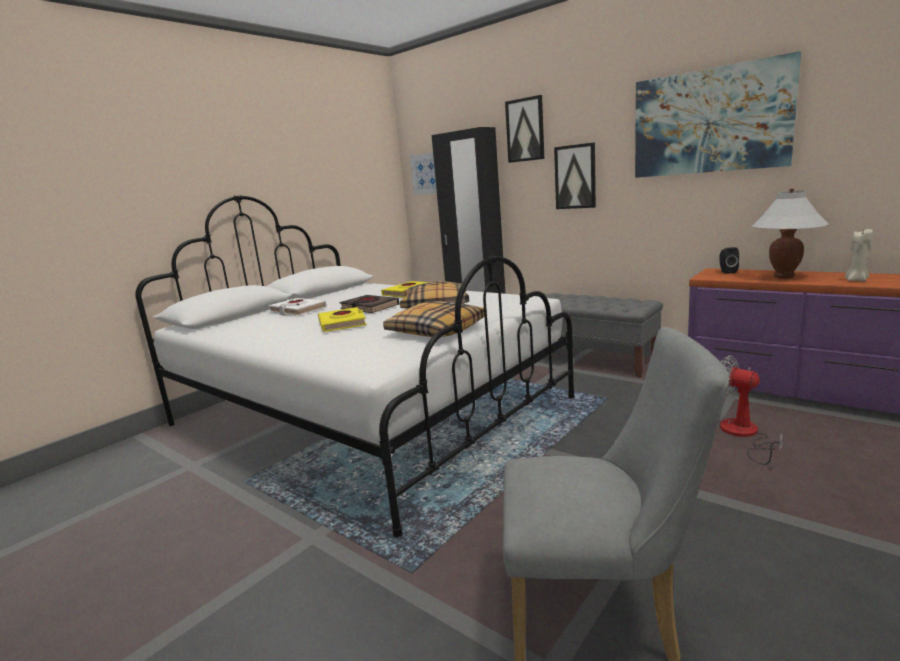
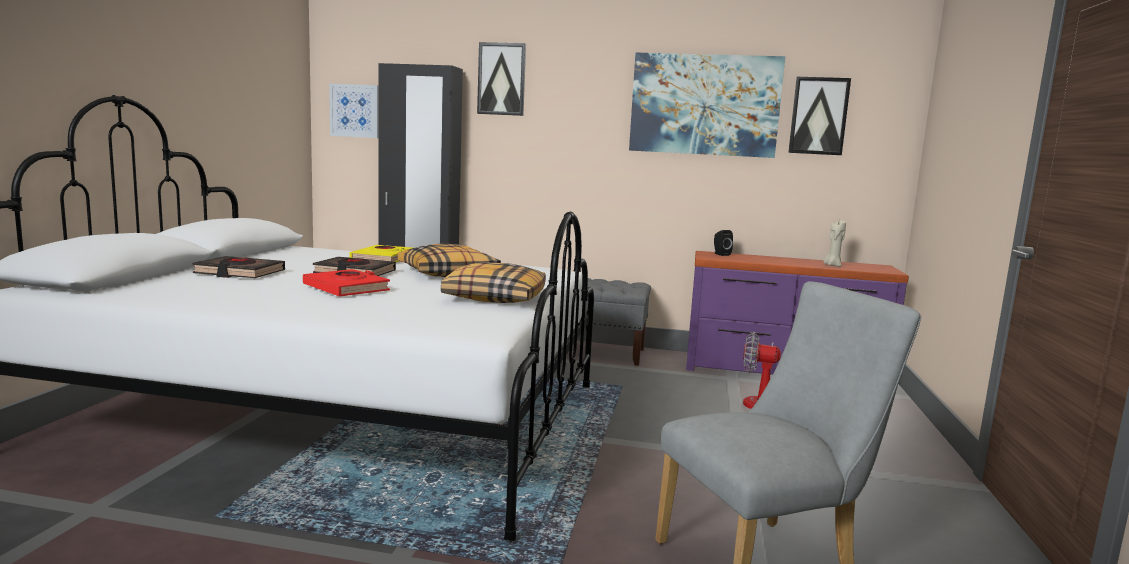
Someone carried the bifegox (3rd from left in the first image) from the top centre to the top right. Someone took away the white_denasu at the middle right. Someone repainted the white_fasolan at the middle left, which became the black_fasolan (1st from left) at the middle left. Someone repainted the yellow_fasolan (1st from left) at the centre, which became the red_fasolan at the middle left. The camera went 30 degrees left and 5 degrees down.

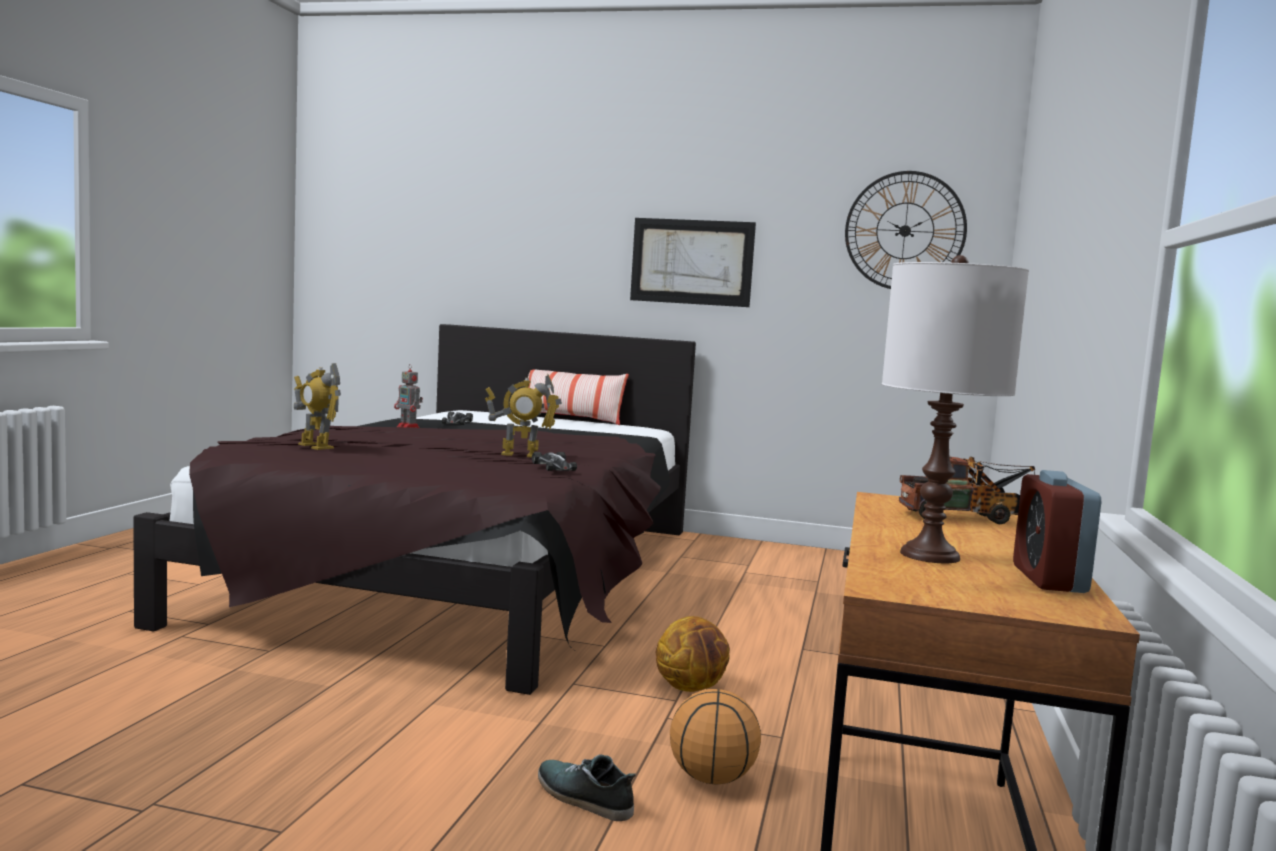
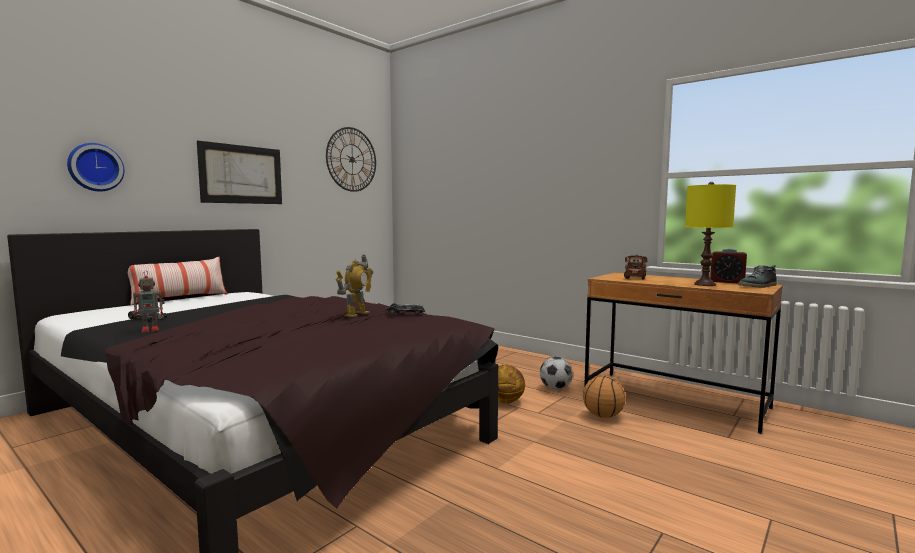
Someone repainted the white_denasu at the middle right, which became the yellow_denasu at the middle right. Someone took away the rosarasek (1st from left) at the middle left. Someone carried the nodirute from the bottom centre to the middle right. Someone put up the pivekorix (1st from left) at the top left. Someone put down the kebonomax at the bottom centre. The camera went 65 degrees left and 0 degrees up.

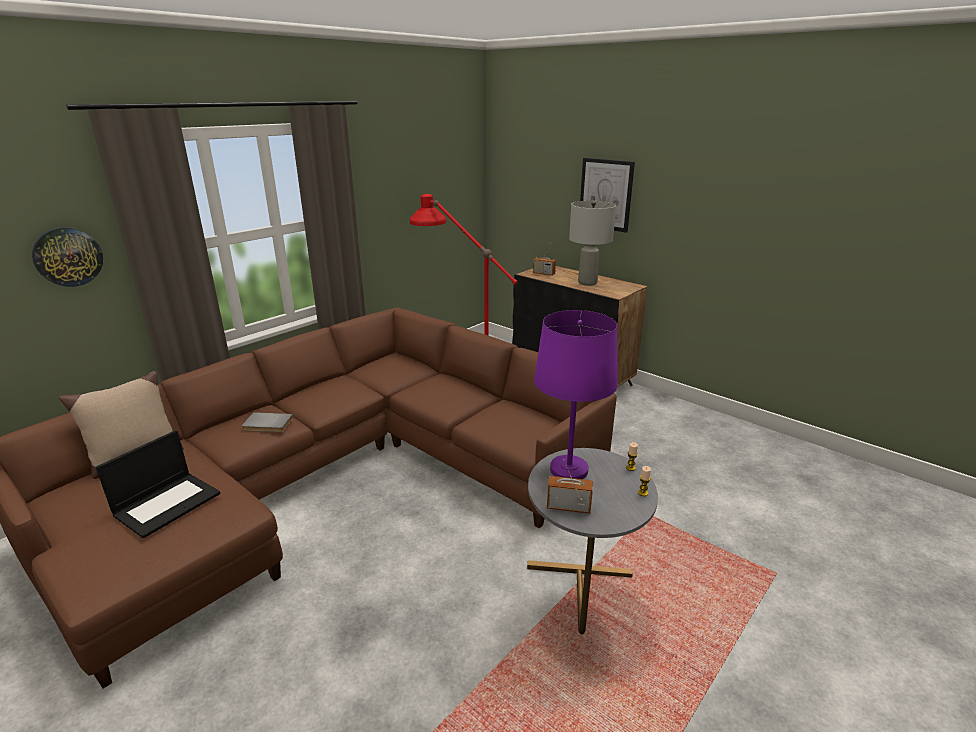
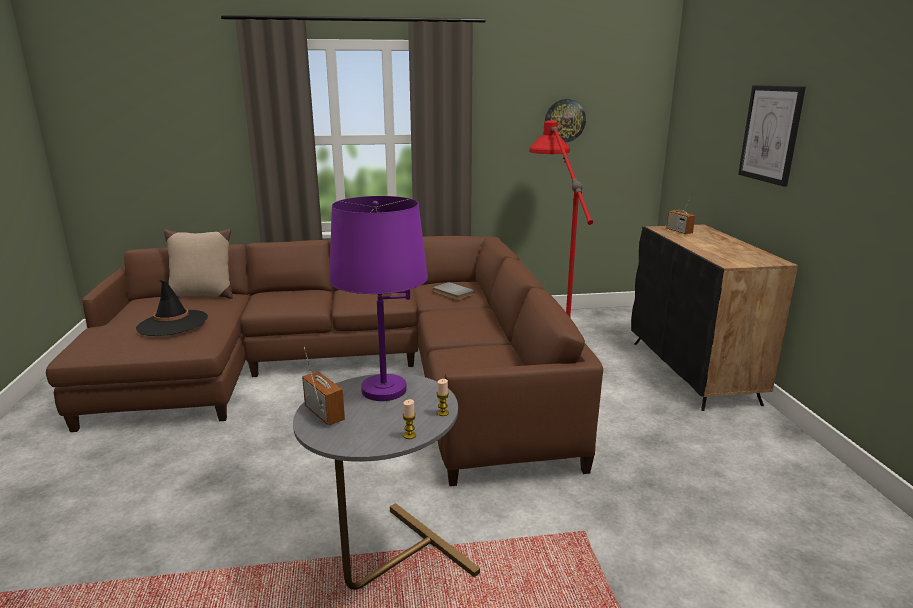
Someone took away the grey_denasu at the top centre. Someone carried the pivekorix from the middle left to the top centre. Someone carried the grey_fasolan from the middle left to the centre. Someone swapped the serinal at the middle left for the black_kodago at the middle left. The camera went 40 degrees right and 5 degrees down.

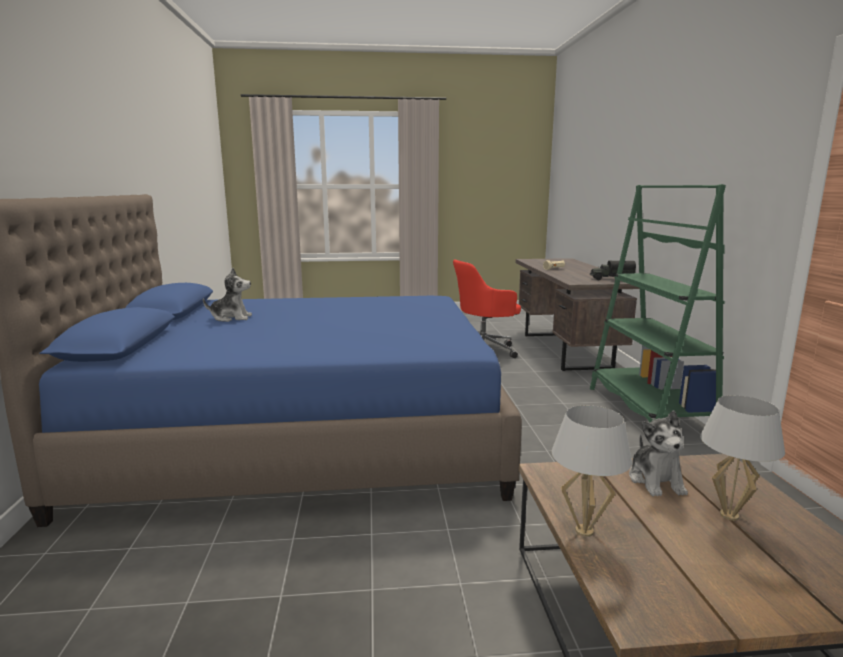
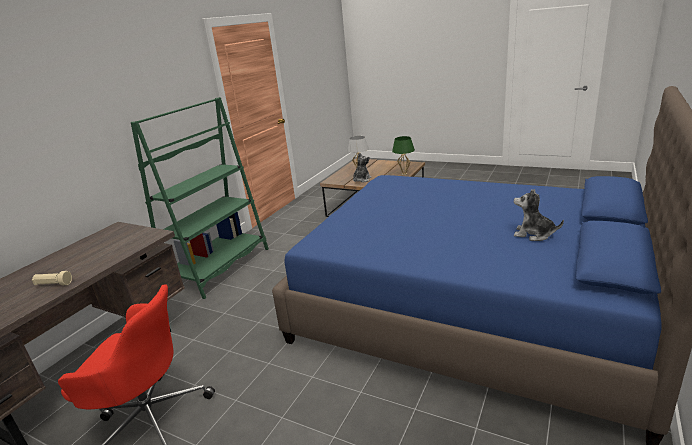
Someone took away the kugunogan at the middle right. Someone repainted the white_denasu (1st from left) at the bottom right, which became the green_denasu at the centre. The camera went 145 degrees left and 10 degrees up.

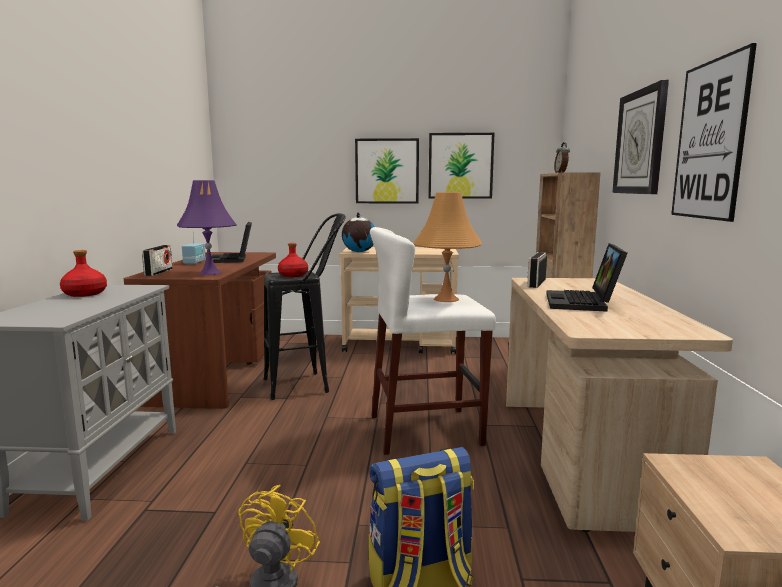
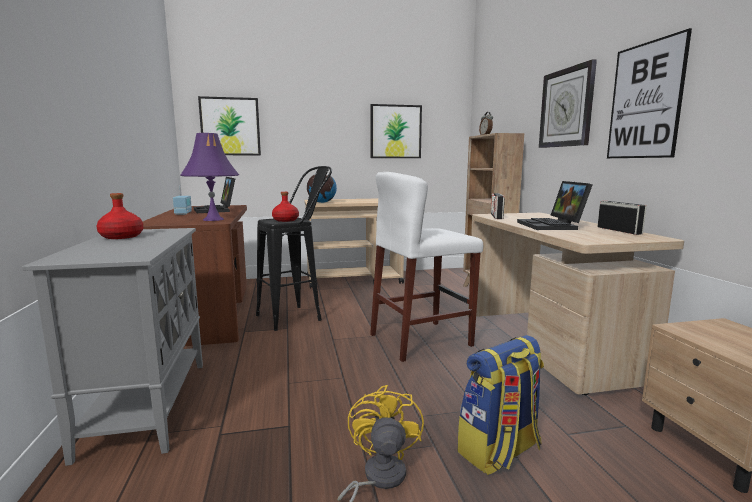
Someone carried the bifegox (1st from left) from the top centre to the top left. Someone took away the orange_denasu at the centre. Someone carried the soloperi (1st from left in the first image) from the middle left to the middle right. The camera went 15 degrees left and 0 degrees up.

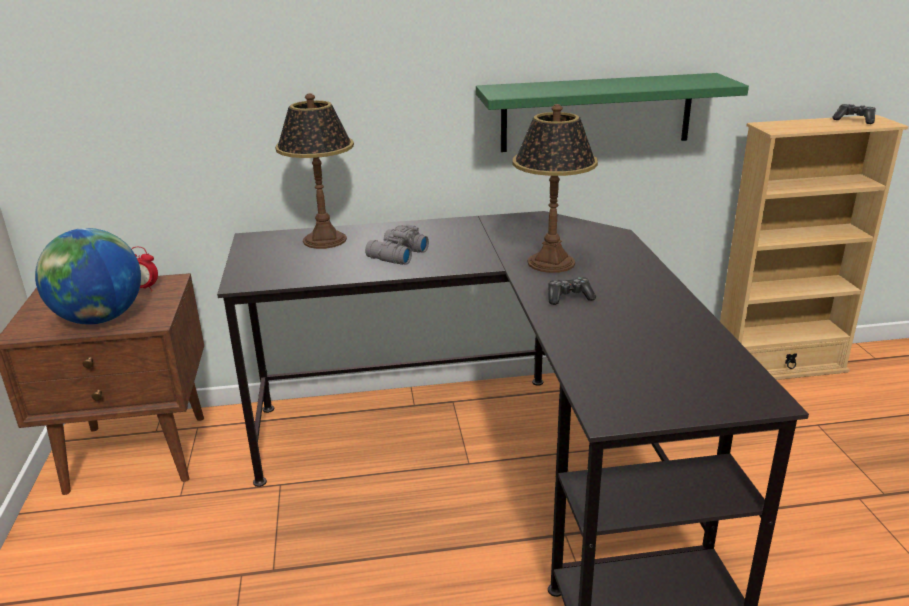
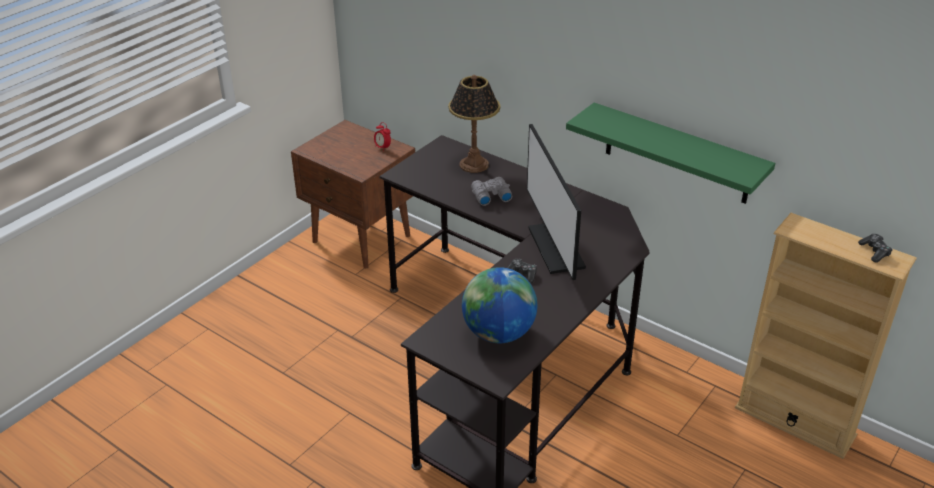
Someone swapped the denasu (2nd from left) at the top centre for the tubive at the centre. Someone carried the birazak from the middle left to the centre. The camera went 45 degrees right and 10 degrees up.

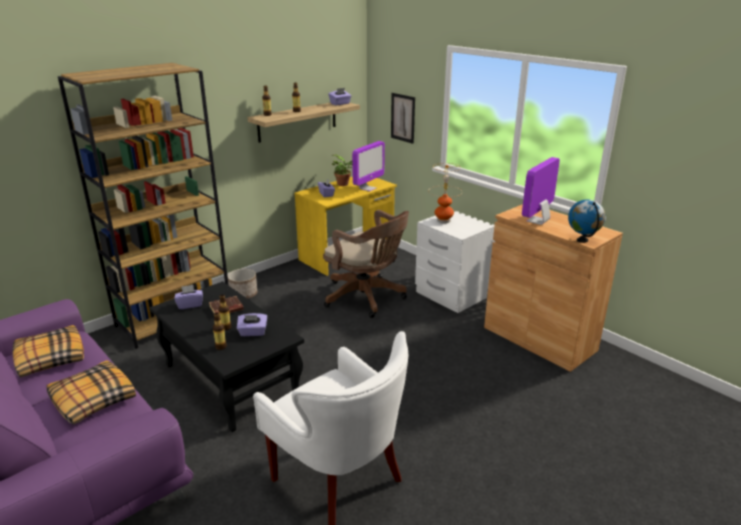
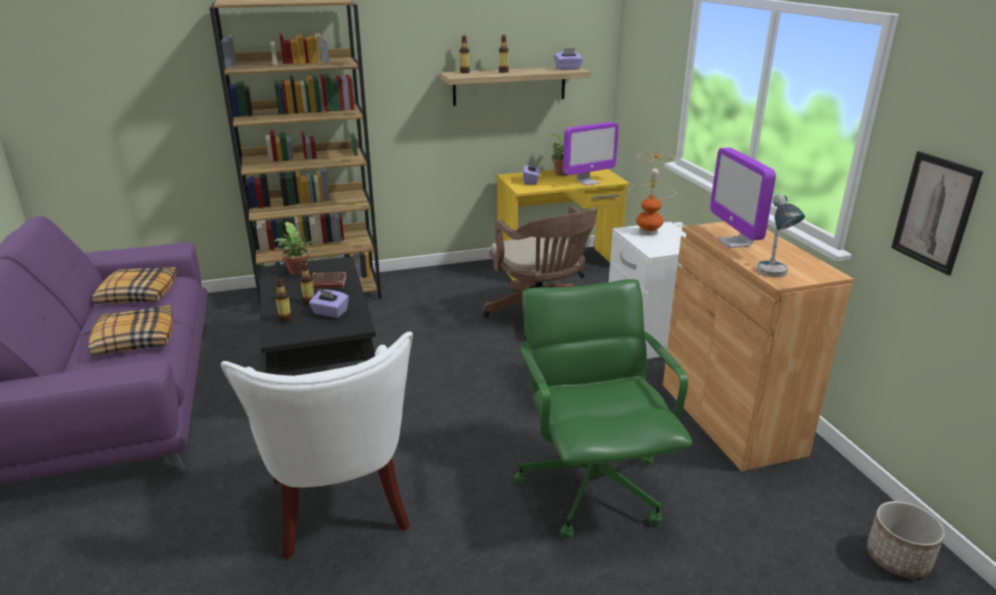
Someone carried the bifegox from the top centre to the middle right. Someone rotated the tubive (2nd from left) at the middle right by 75 degrees counterclockwise. Someone swapped the birazak at the middle right for the denasu (2nd from left) at the middle right. Someone carried the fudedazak from the middle left to the bottom right. Someone swapped the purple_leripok (1st from left) at the middle left for the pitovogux (1st from left) at the middle left. Someone put down the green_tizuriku at the bottom centre. The camera went 25 degrees right and 0 degrees up.

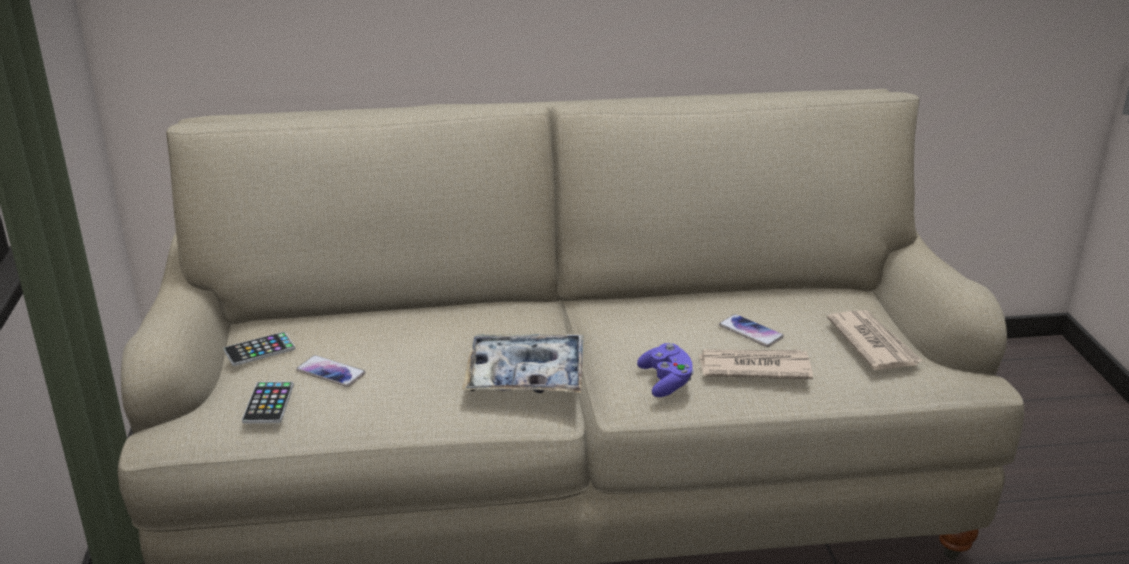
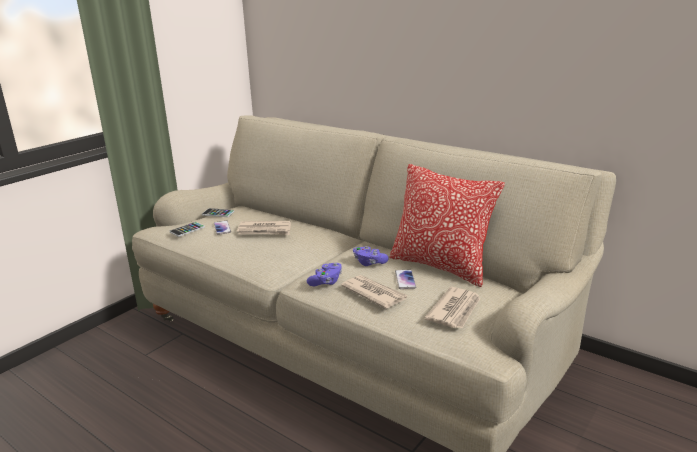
Someone took away the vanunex at the centre. Someone put down the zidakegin at the centre. Someone put down the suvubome (1st from left) at the centre. Someone put down the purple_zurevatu (2nd from left) at the centre. The camera went 45 degrees right and 5 degrees down.

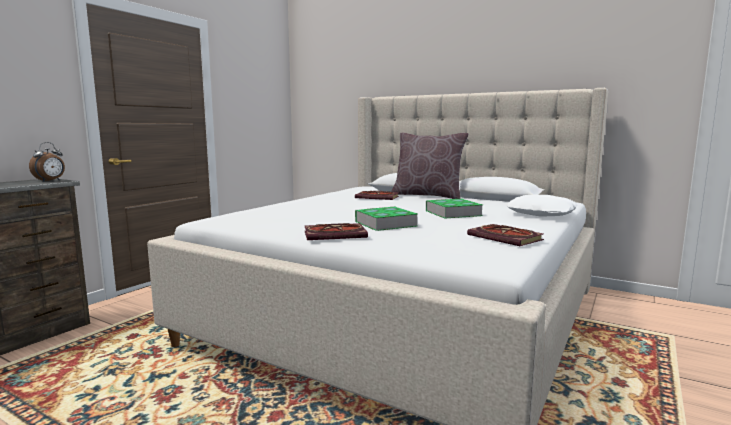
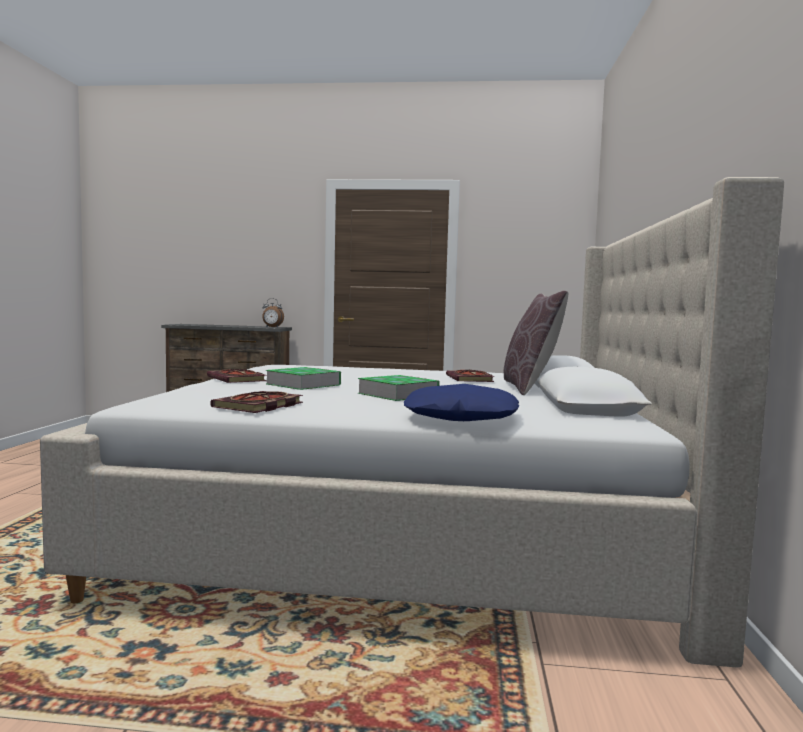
Someone repainted the white_zidakegin at the middle right, which became the blue_zidakegin at the centre. The camera went 65 degrees right and 5 degrees down.

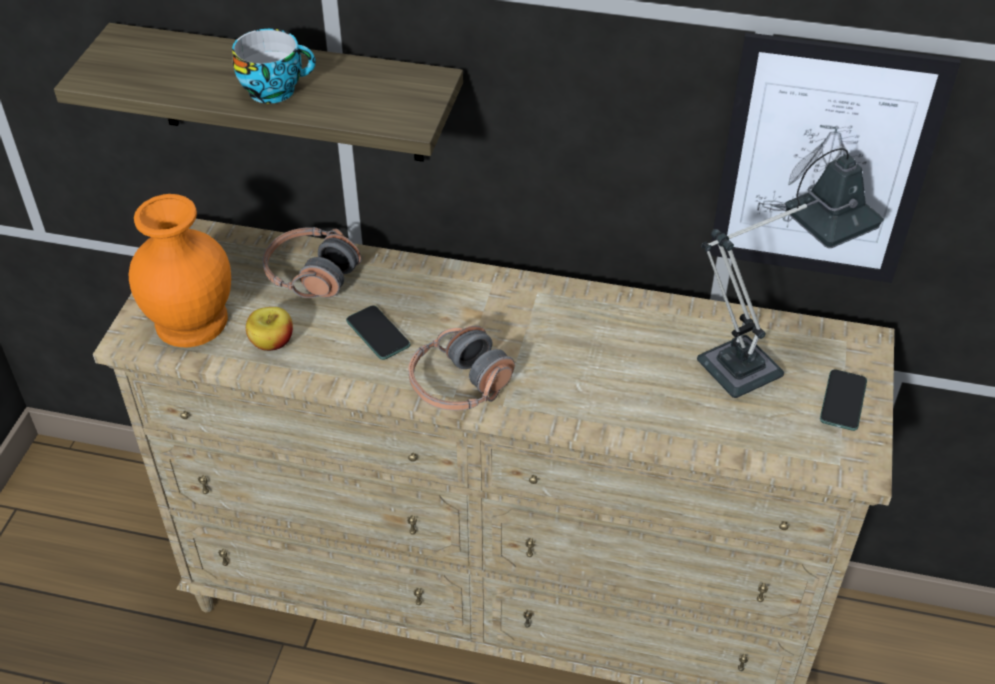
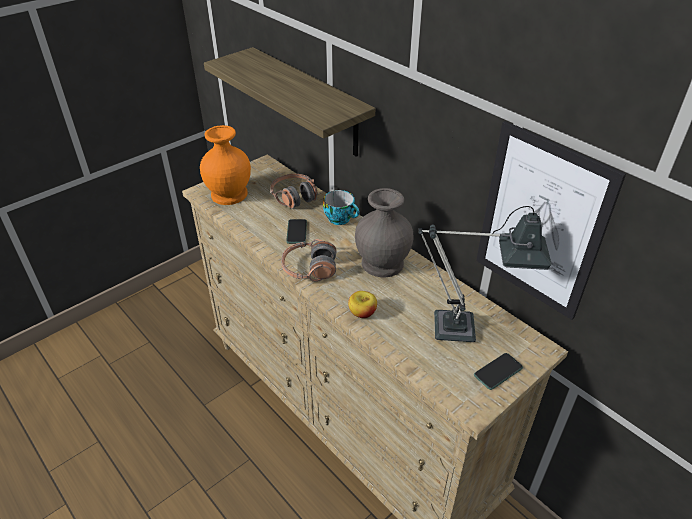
Someone carried the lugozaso from the top left to the centre. Someone carried the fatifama from the middle left to the centre. Someone put down the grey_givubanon at the centre. The camera went 35 degrees right and 5 degrees down.

